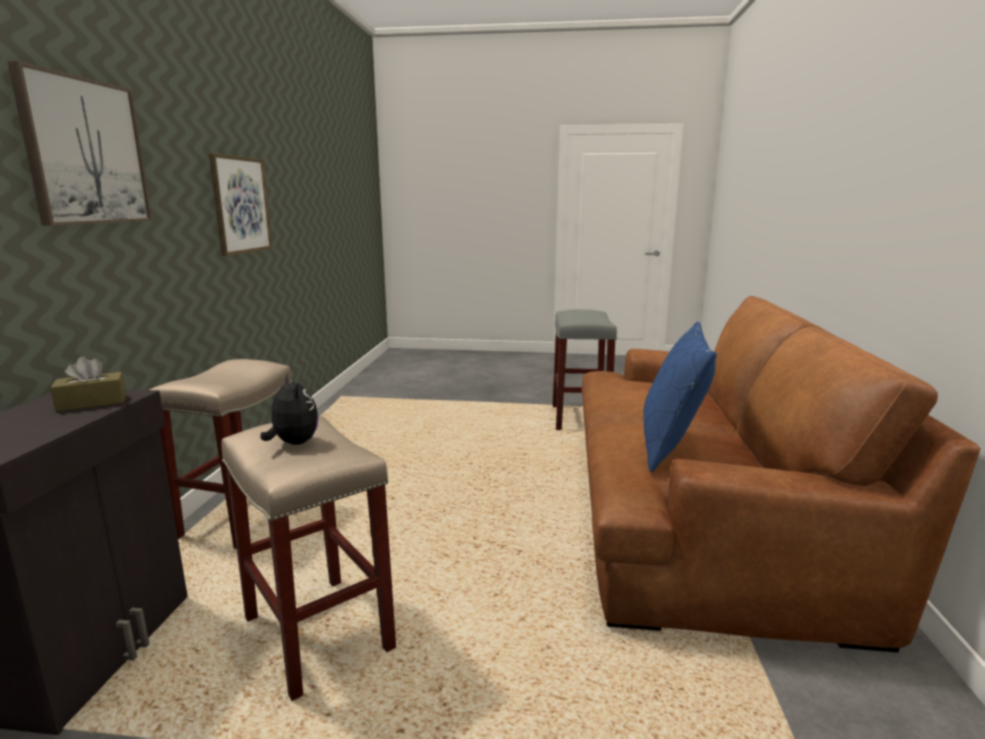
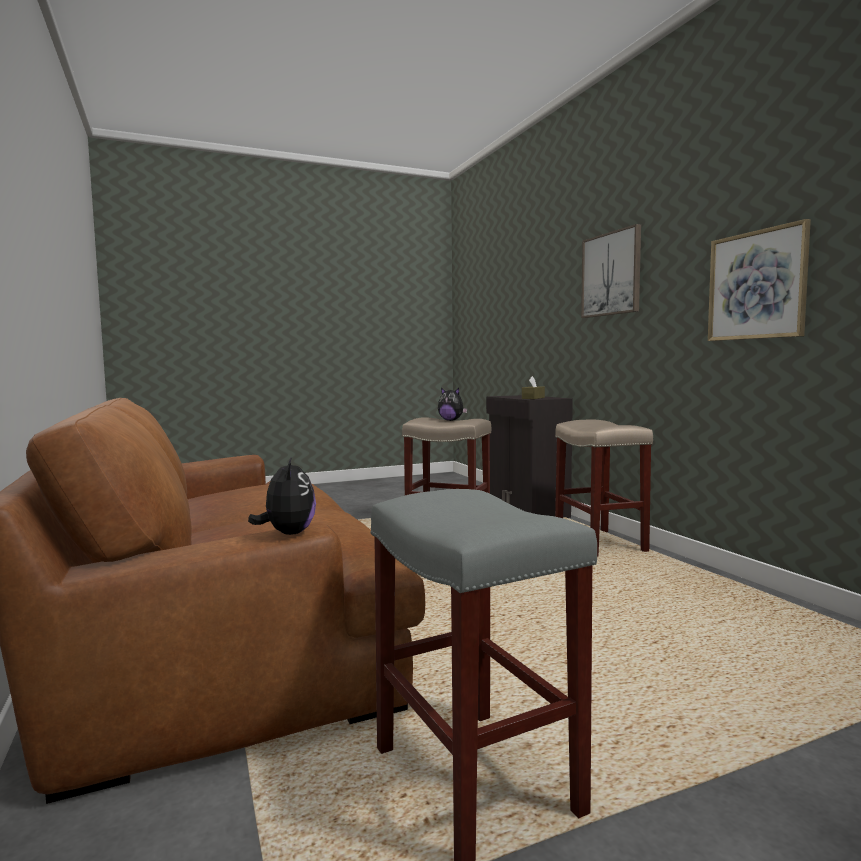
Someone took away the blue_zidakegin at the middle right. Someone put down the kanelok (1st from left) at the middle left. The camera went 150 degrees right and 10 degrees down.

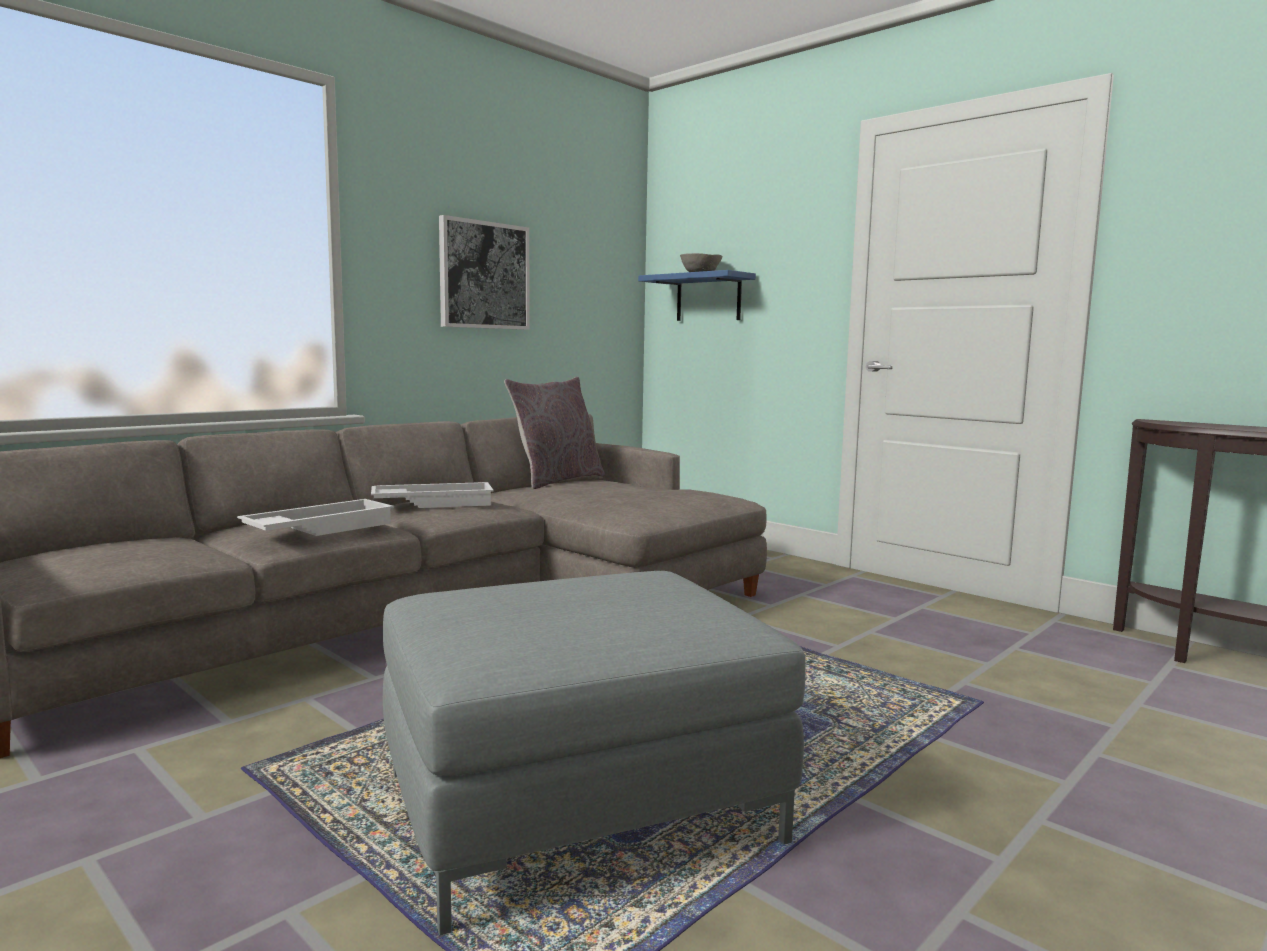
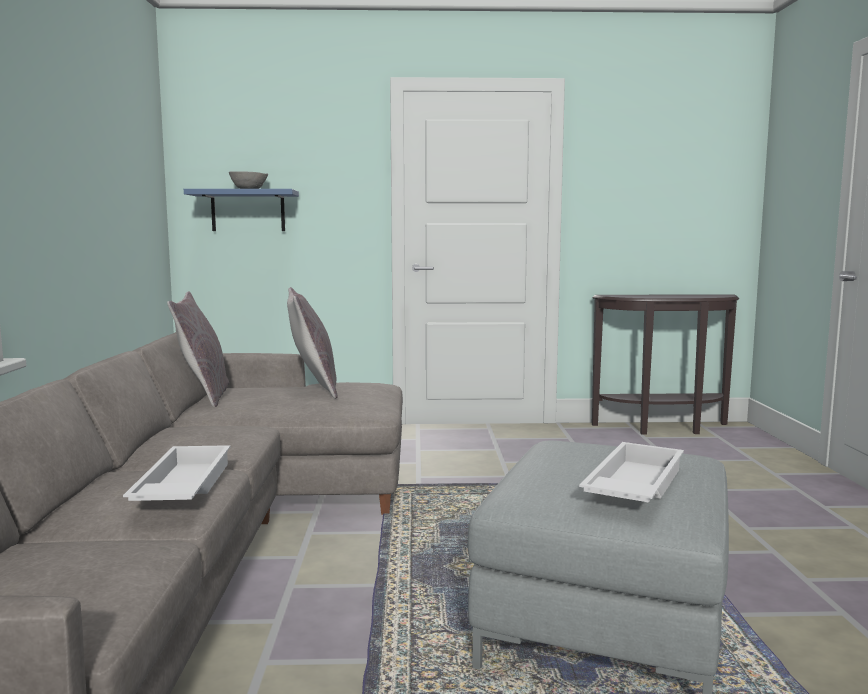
Someone took away the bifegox at the top centre. Someone carried the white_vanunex (2nd from left) from the centre to the bottom right. Someone put down the grey_zidakegin (2nd from left) at the centre. The camera went 45 degrees left and 0 degrees up.

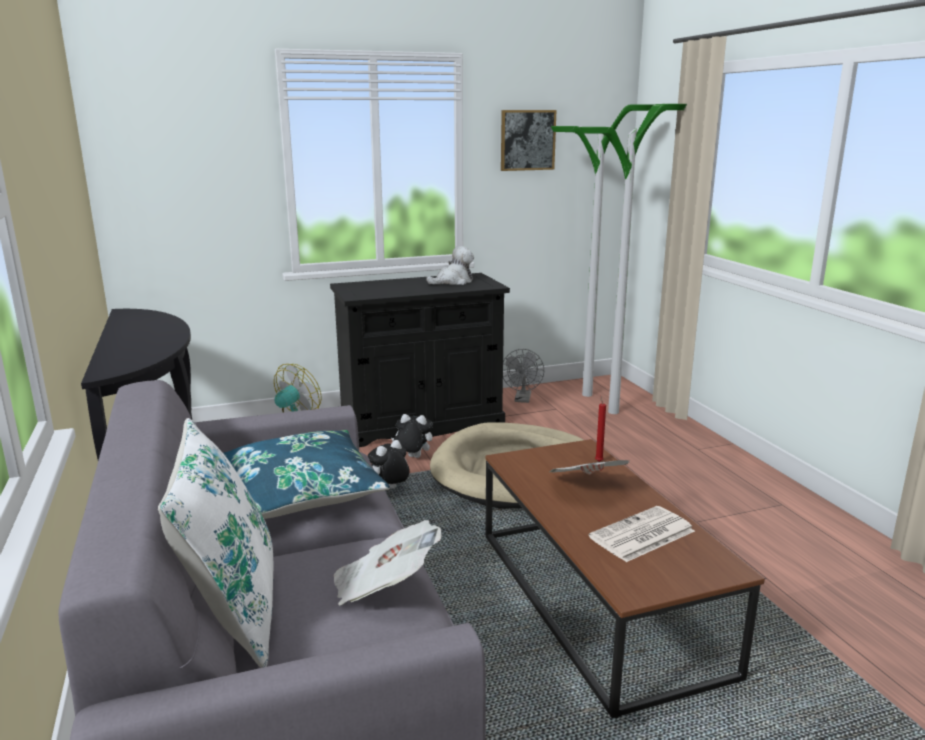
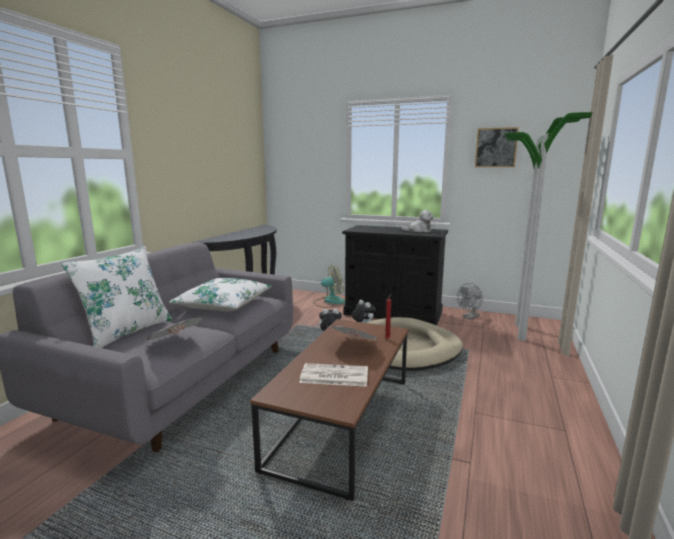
Someone repainted the blue_zidakegin at the middle left, which became the white_zidakegin (2nd from left) at the middle left. The camera went 40 degrees right and 5 degrees down.

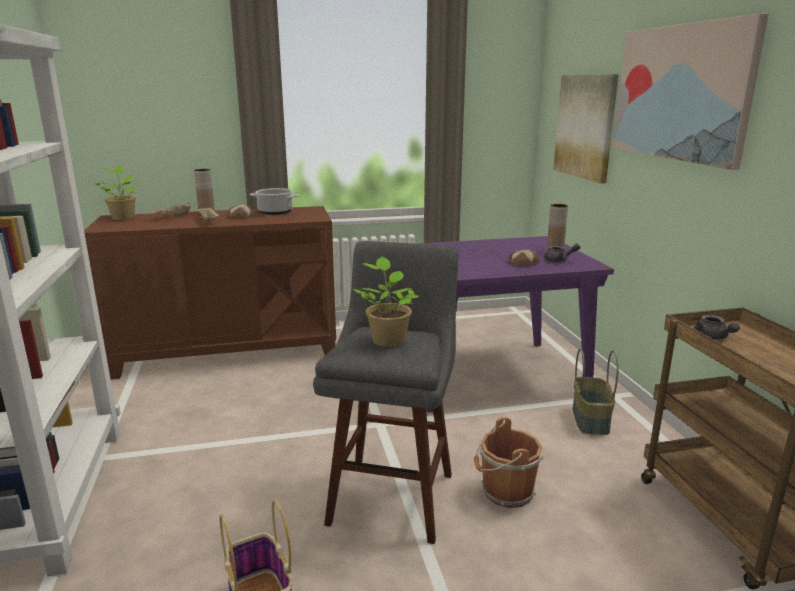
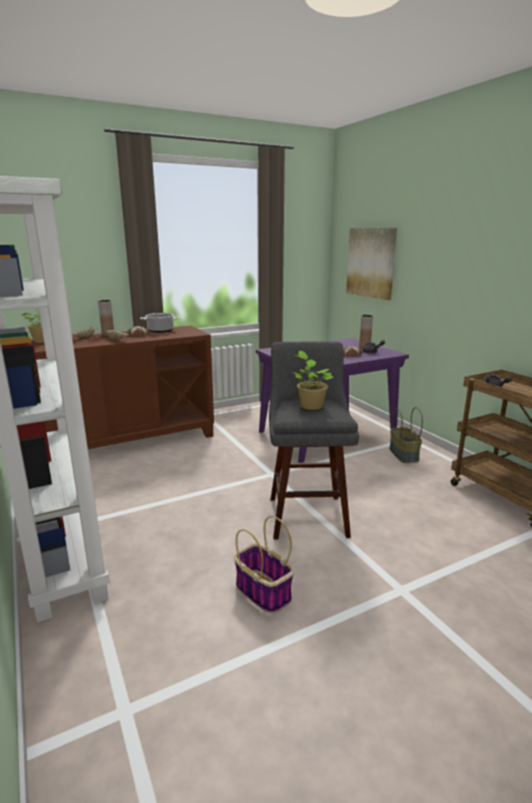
Someone took away the bifegox (2nd from left) at the top right. Someone took away the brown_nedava at the bottom centre. The camera went 15 degrees left and 0 degrees up.

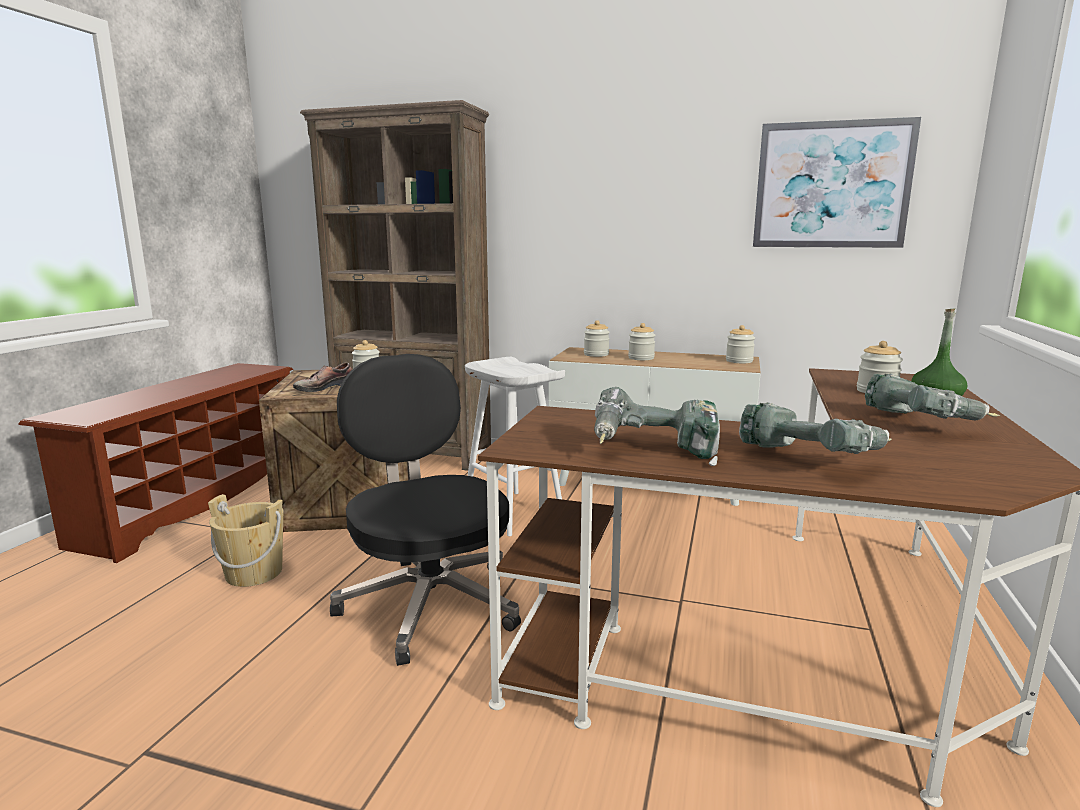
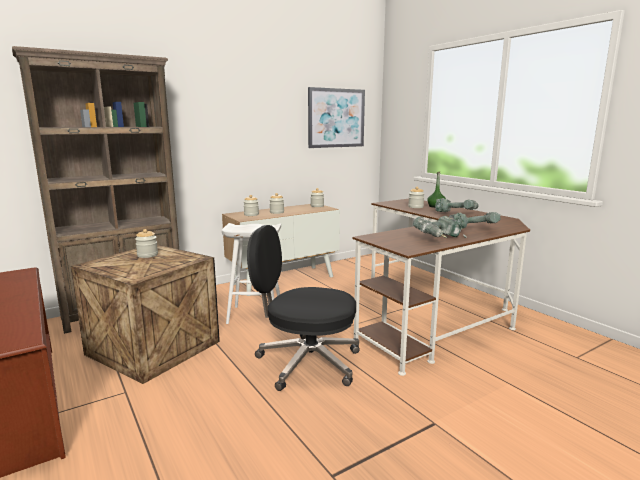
Someone took away the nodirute at the middle left. Someone took away the beige_nedava at the bottom left. The camera went 50 degrees left and 0 degrees up.

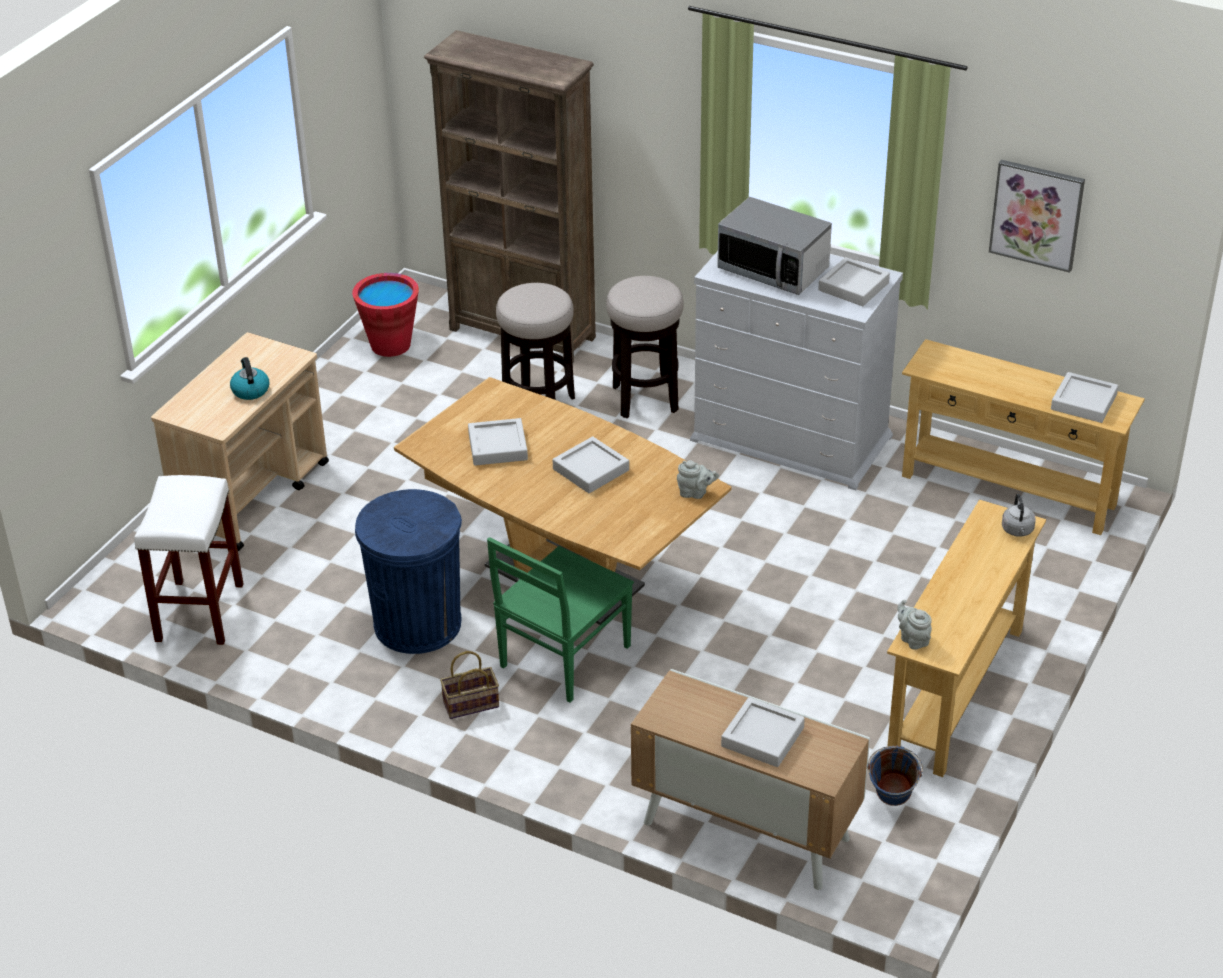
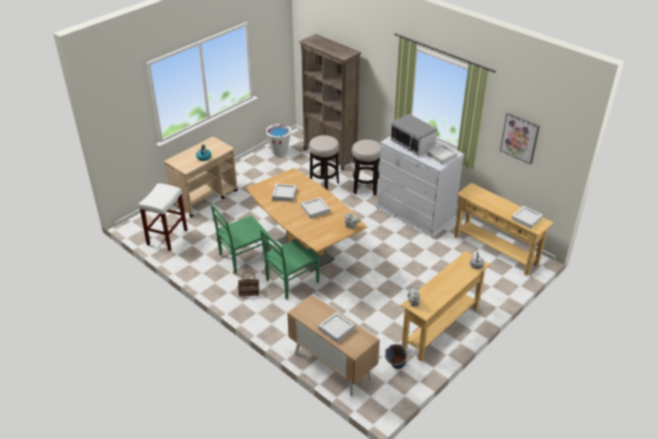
Someone repainted the red_nedava at the top left, which became the white_nedava at the top centre. Someone swapped the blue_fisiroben at the centre for the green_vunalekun (1st from left) at the centre. The camera went 15 degrees right and 0 degrees up.

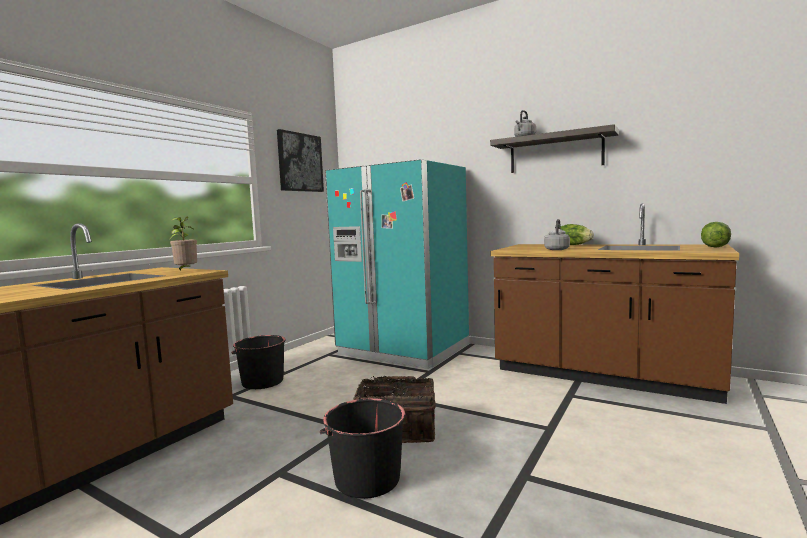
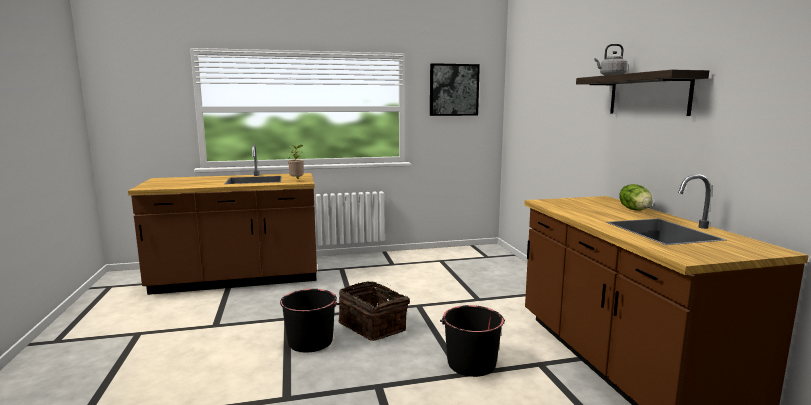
Someone took away the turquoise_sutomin at the centre. Someone took away the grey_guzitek (2nd from left) at the middle right. Someone took away the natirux (2nd from left) at the middle right. Someone carried the black_nedava (1st from left in the first image) from the bottom left to the bottom centre. The camera went 45 degrees right and 5 degrees up.

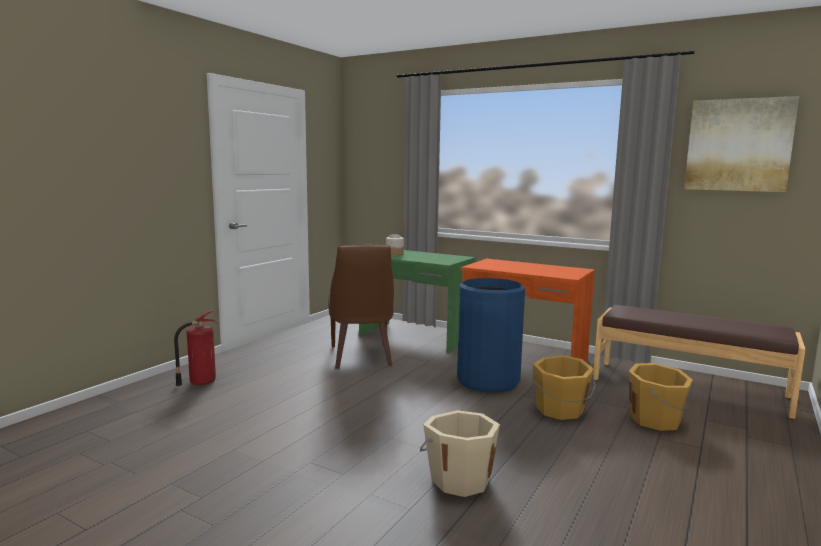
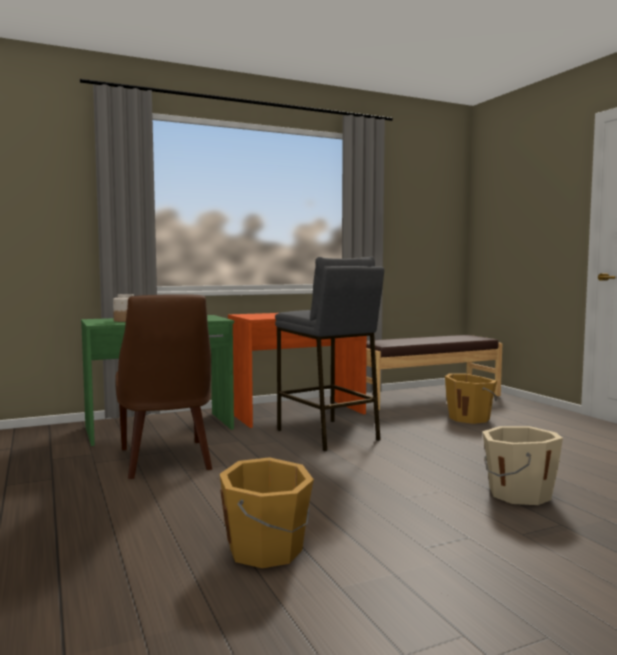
Someone took away the bifegox at the top right. Someone rotated the brown_vunalekun at the centre by 45 degrees clockwise. Someone swapped the blue_fisiroben at the centre for the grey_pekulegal at the centre. Someone took away the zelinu at the middle left. Someone carried the orange_nedava (1st from left) from the bottom right to the bottom centre. The camera went 55 degrees left and 5 degrees down.

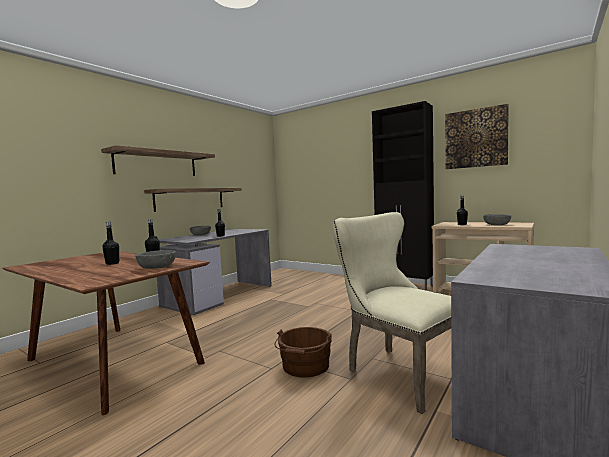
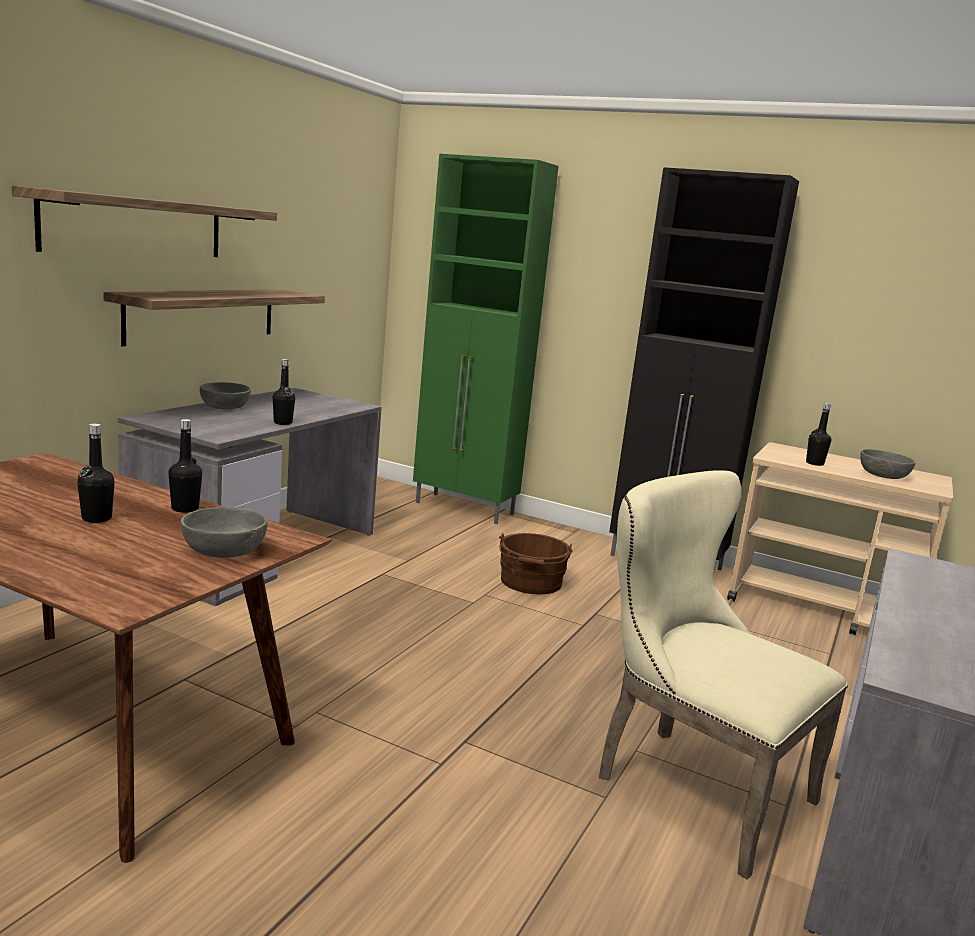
Someone took away the bifegox at the top right. Someone carried the brown_nedava from the bottom centre to the centre. Someone put down the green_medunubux at the centre. The camera went 10 degrees left and 10 degrees up.

